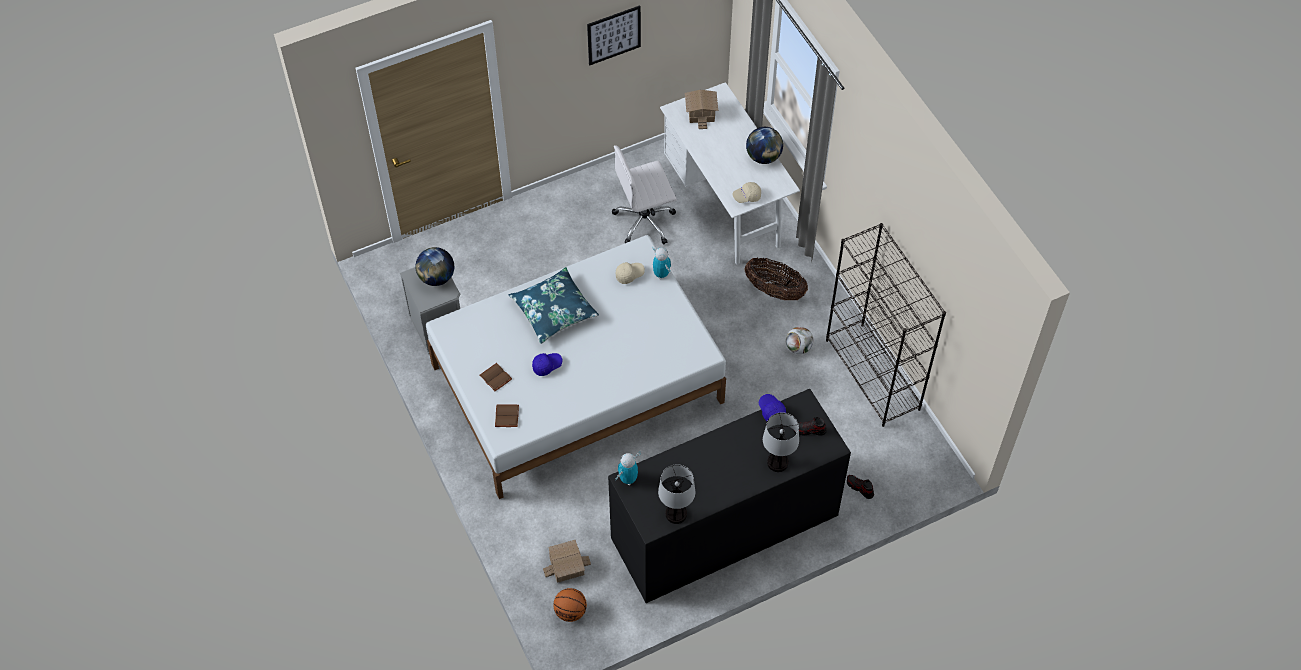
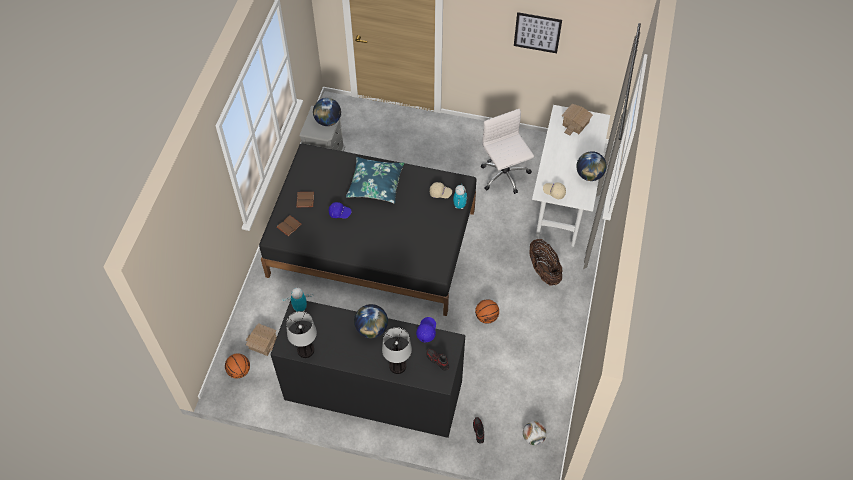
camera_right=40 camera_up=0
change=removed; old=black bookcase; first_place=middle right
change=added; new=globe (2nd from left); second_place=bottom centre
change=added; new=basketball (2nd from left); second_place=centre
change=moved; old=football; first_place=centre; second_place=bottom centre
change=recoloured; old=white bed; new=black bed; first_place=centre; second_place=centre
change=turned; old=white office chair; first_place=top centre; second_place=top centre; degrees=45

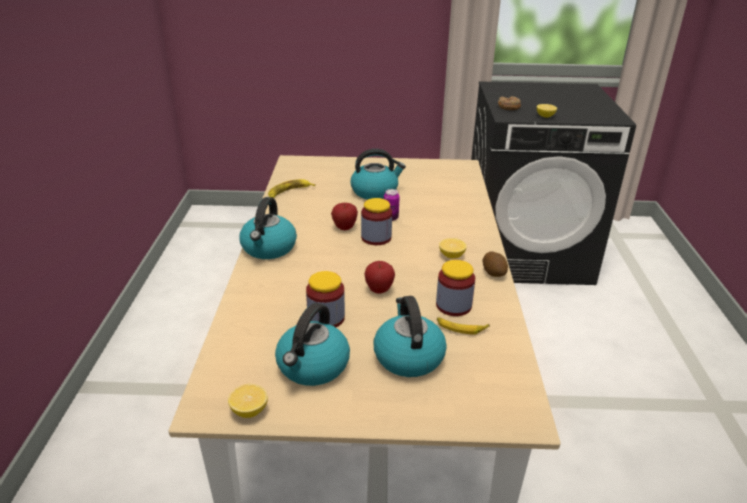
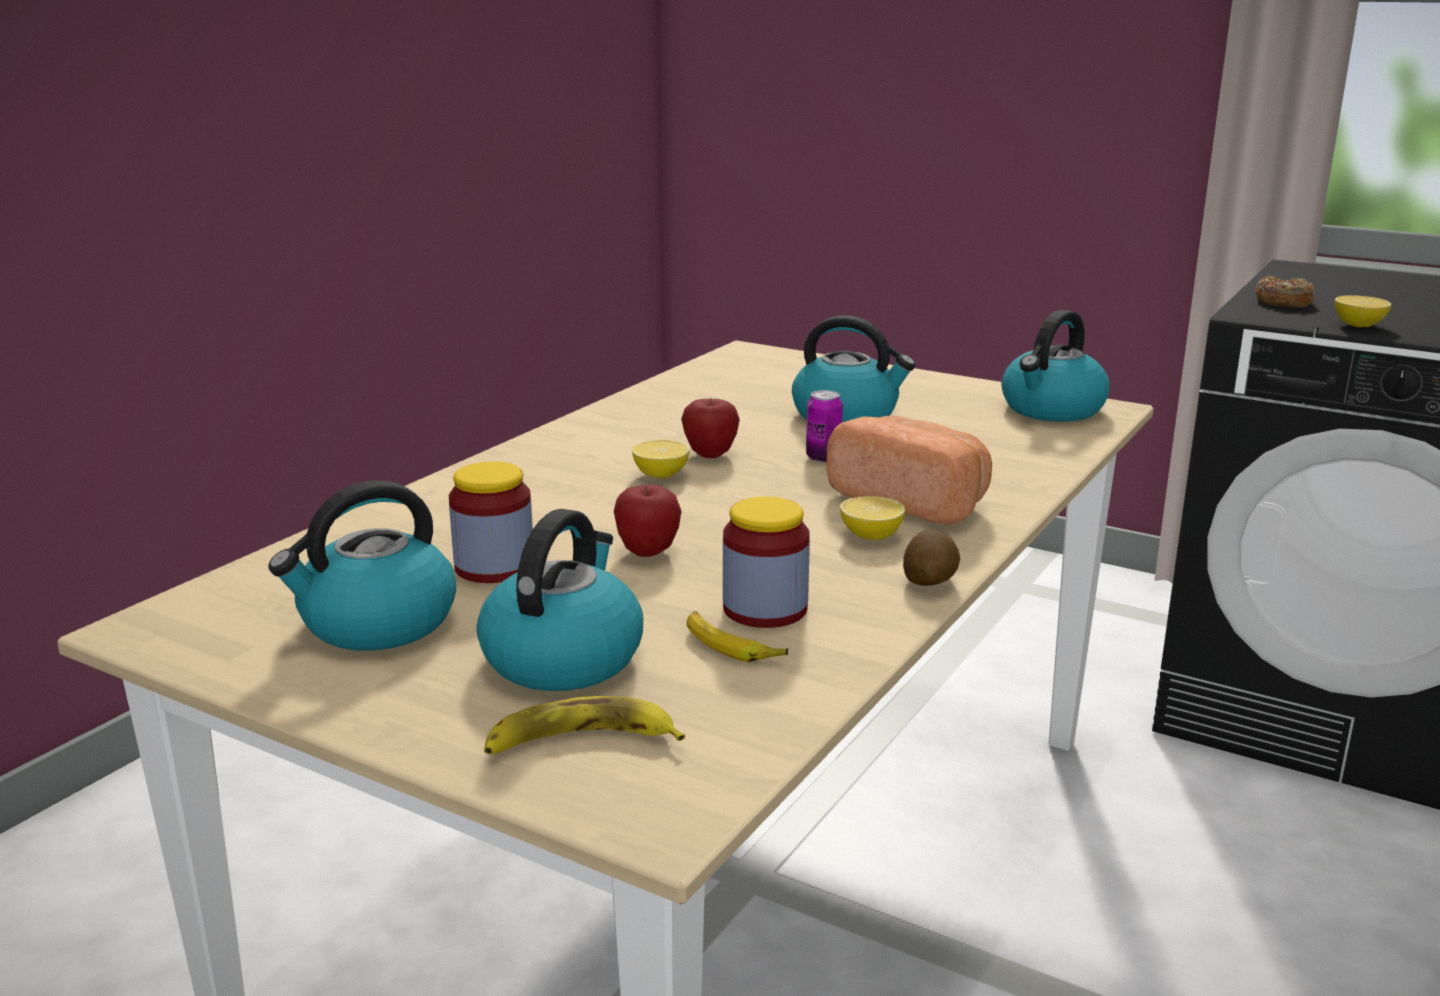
camera_right=30 camera_up=-10
change=removed; old=jar (2nd from left); first_place=centre
change=added; new=bread; second_place=centre
change=moved; old=lemon (1st from left); first_place=bottom left; second_place=centre
change=moved; old=kettle (1st from left in the first image); new=kettle (4th from left); first_place=centre; second_place=middle right
change=moved; old=banana (1st from left); first_place=centre; second_place=bottom centre

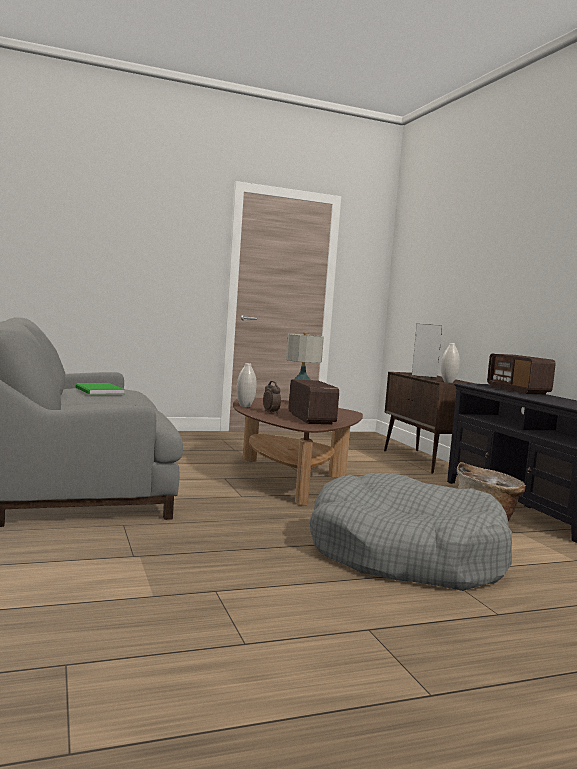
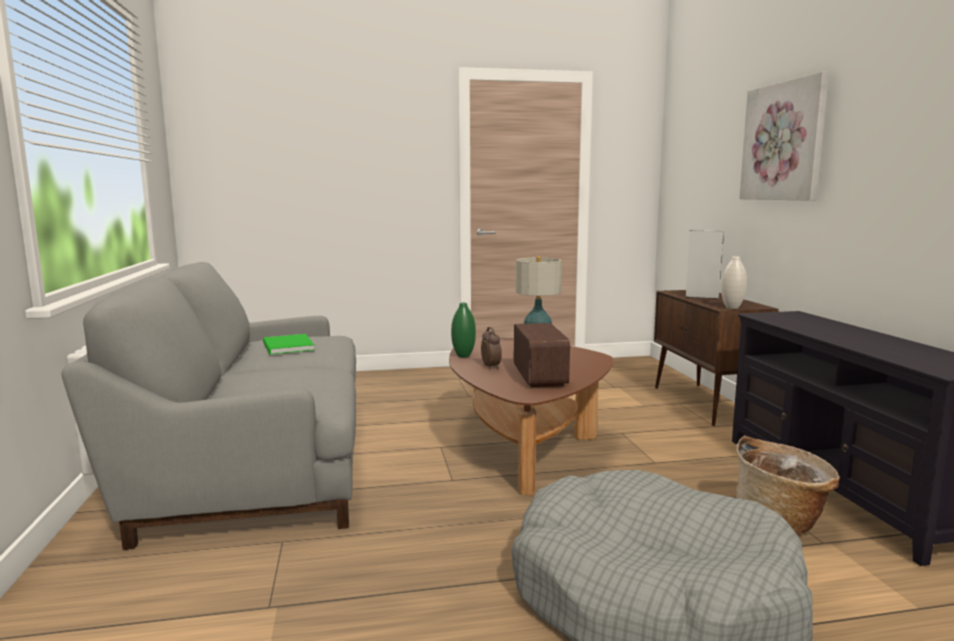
camera_right=10 camera_up=5
change=removed; old=radio (2nd from left); first_place=middle right
change=added; new=picture; second_place=top right
change=recoloured; old=white vase (1st from left); new=green vase; first_place=centre; second_place=centre

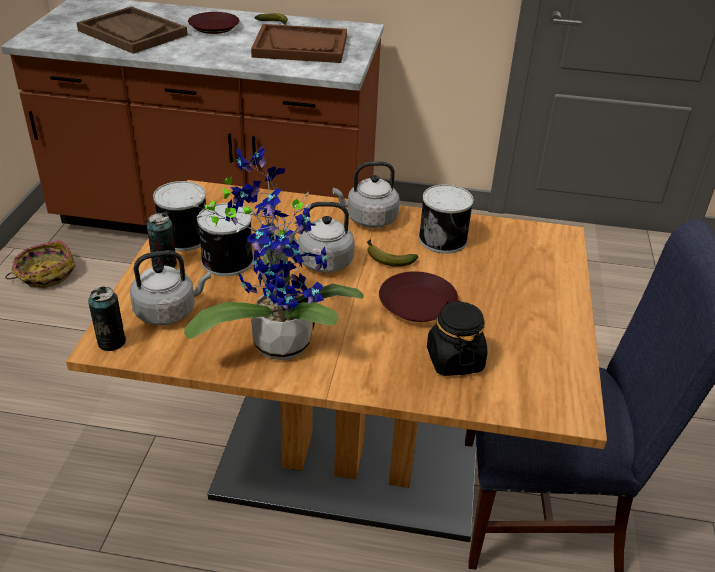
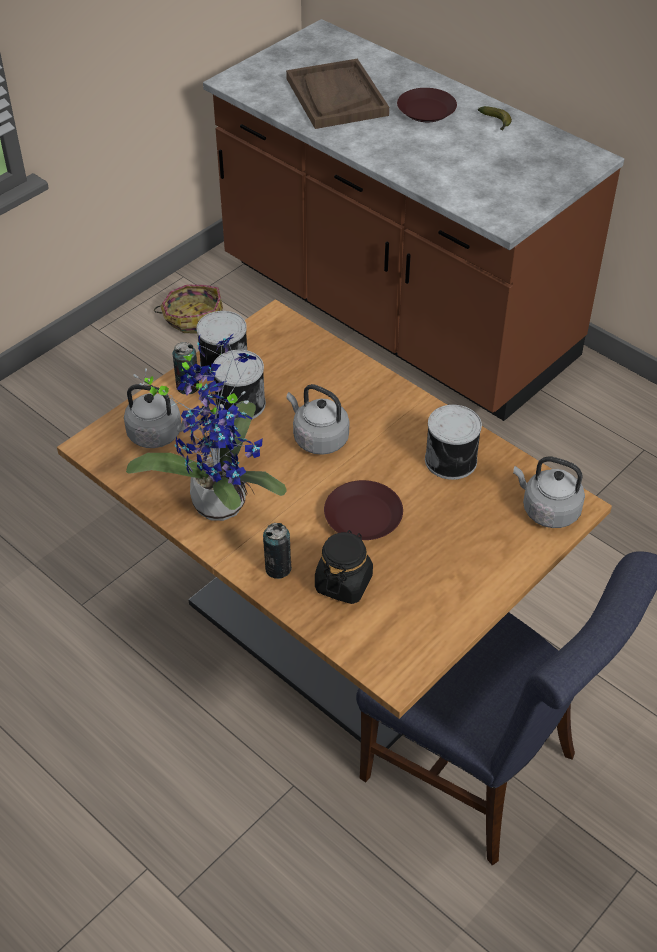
camera_right=35 camera_up=10
change=removed; old=brown tray (2nd from left); first_place=top centre
change=removed; old=banana (2nd from left); first_place=centre
change=moved; old=can (1st from left in the first image); new=can (4th from left); first_place=middle left; second_place=centre
change=moved; old=grey kettle (3rd from left); first_place=centre; second_place=middle right

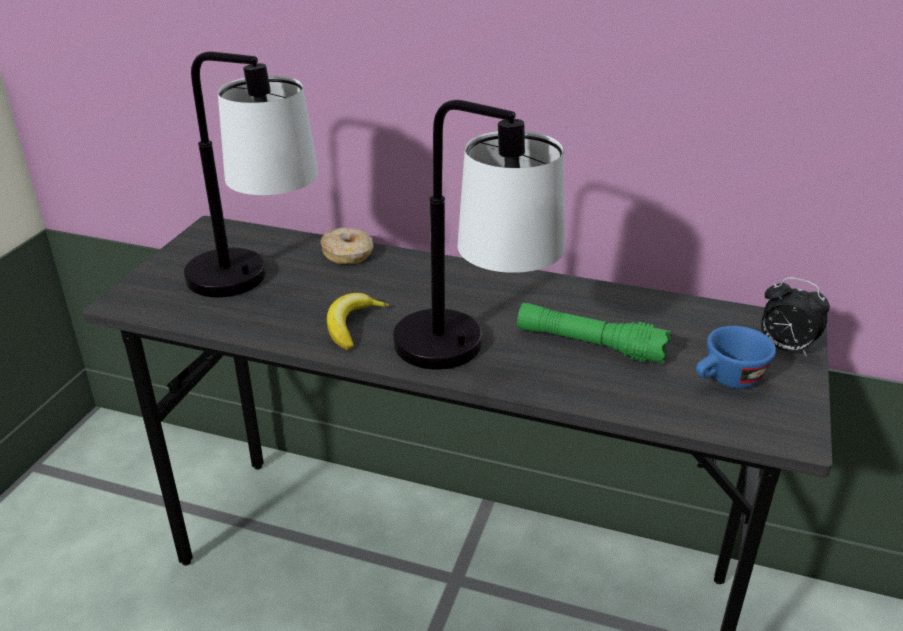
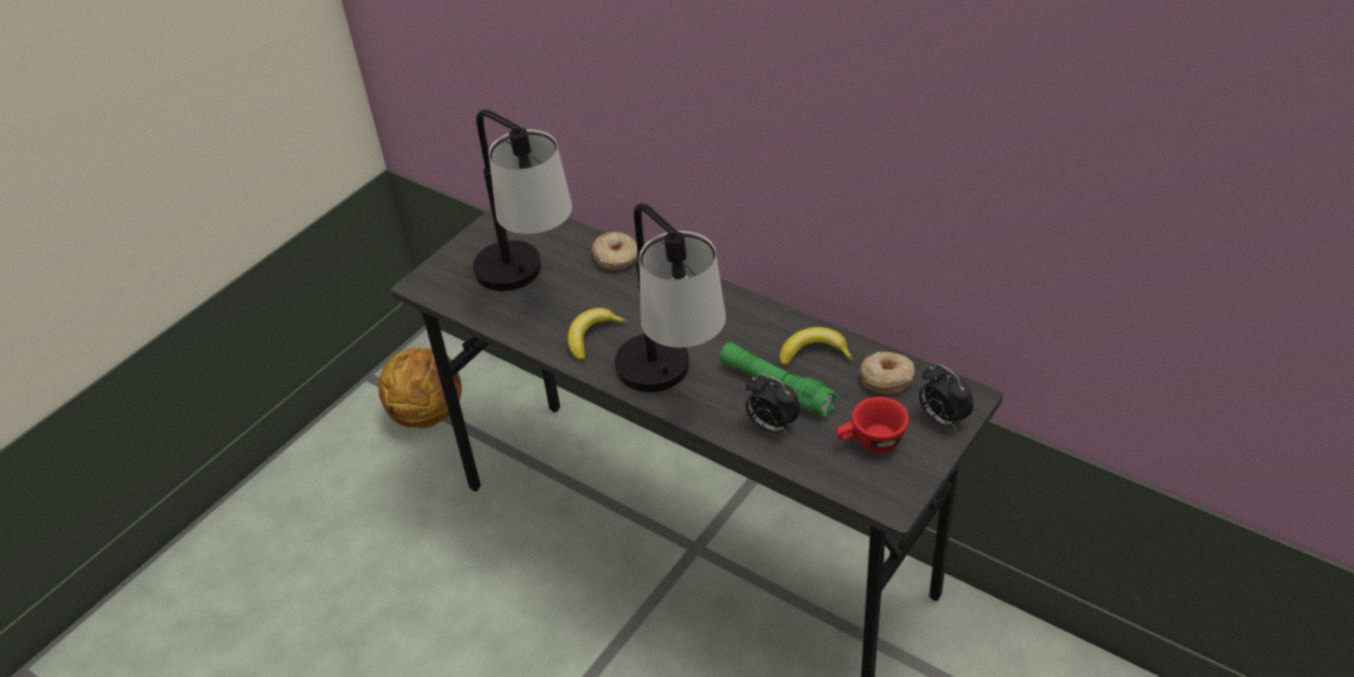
camera_right=20 camera_up=10
change=added; new=basketball; second_place=middle left
change=added; new=alarm clock (1st from left); second_place=centre
change=added; new=banana (2nd from left); second_place=centre
change=added; new=donut (2nd from left); second_place=centre
change=recoloured; old=blue cup; new=red cup; first_place=middle right; second_place=centre

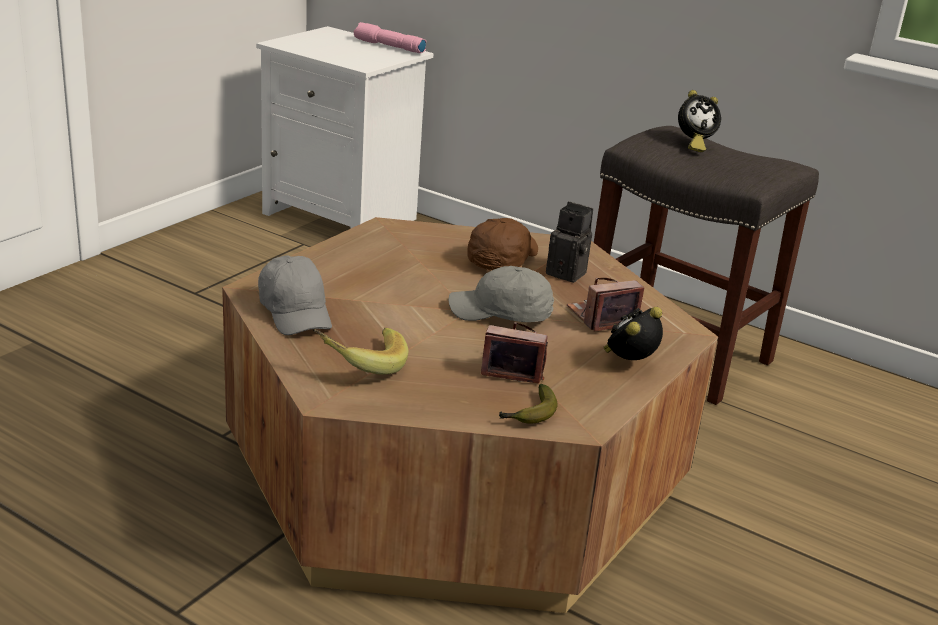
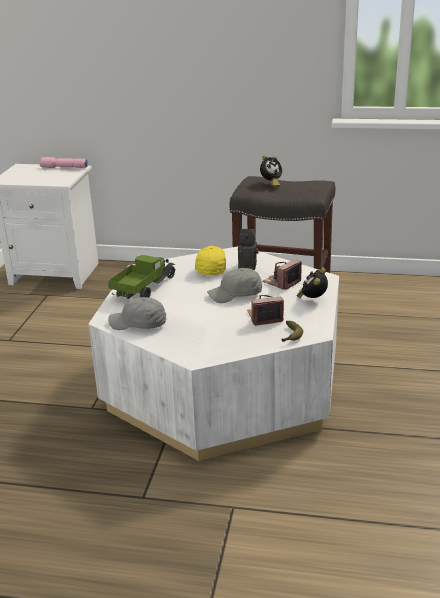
camera_right=-20 camera_up=0
change=removed; old=banana (1st from left); first_place=centre
change=added; new=toy truck; second_place=middle left
change=recoloured; old=brown coffee table; new=white coffee table; first_place=centre; second_place=centre
change=recoloured; old=brown cap; new=yellow cap; first_place=centre; second_place=centre
change=turned; old=grey cap (1st from left); first_place=middle left; second_place=middle left; degrees=150

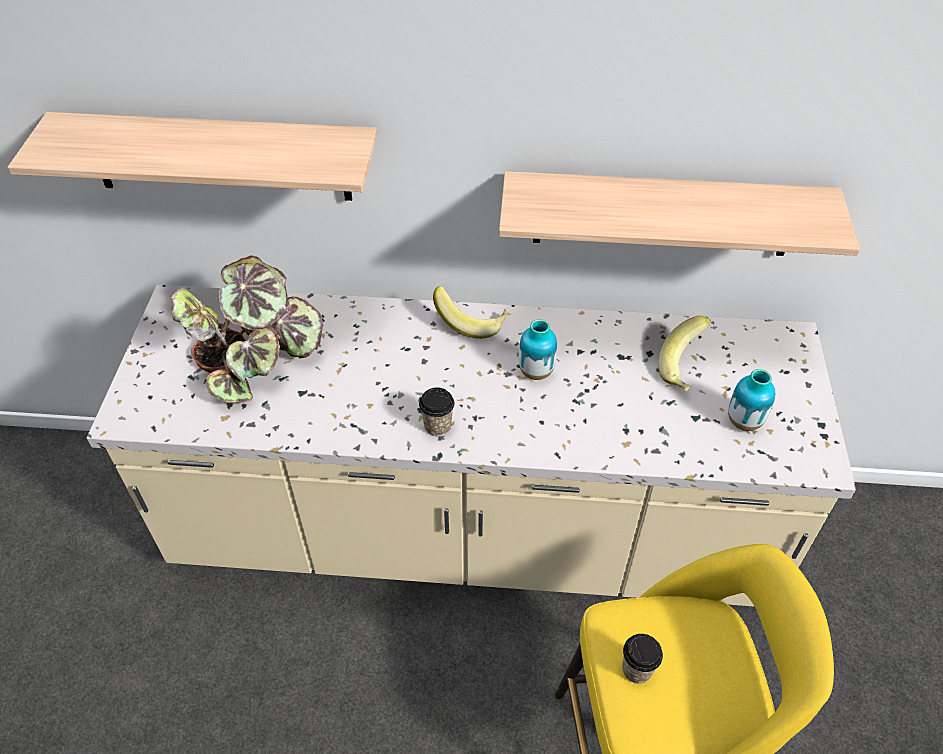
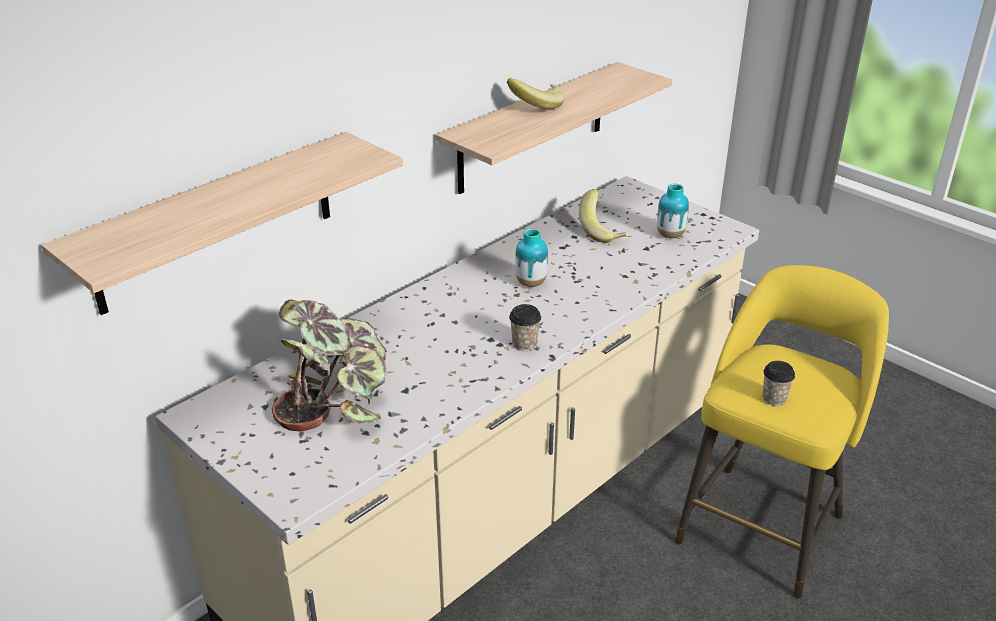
camera_right=-50 camera_up=-15
change=moved; old=banana (1st from left); first_place=centre; second_place=top centre

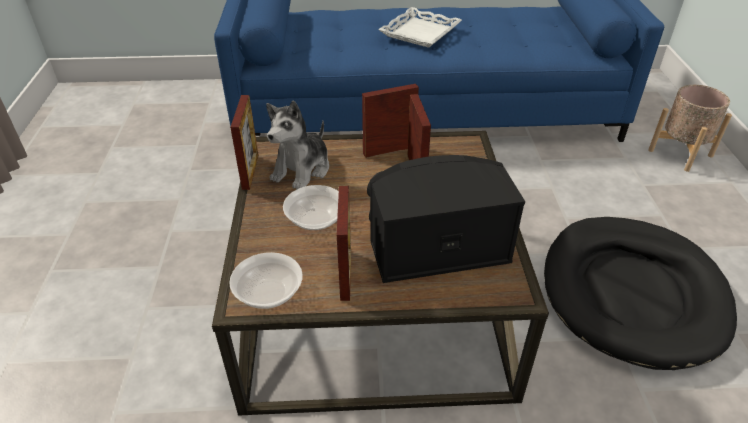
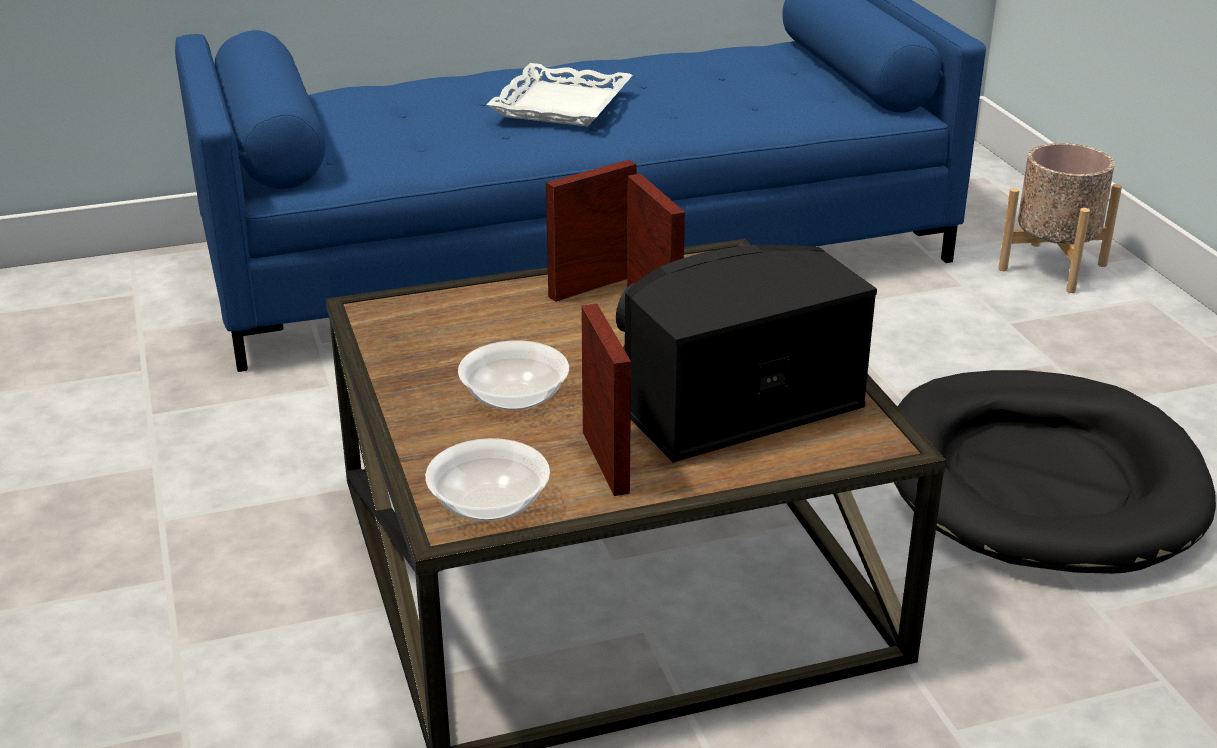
camera_right=-15 camera_up=-10
change=removed; old=picture frame (1st from left); first_place=middle left
change=removed; old=plush toy; first_place=centre

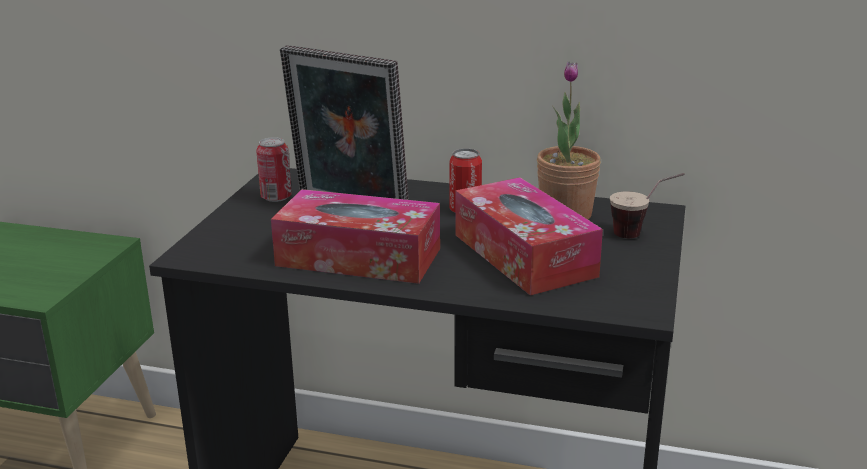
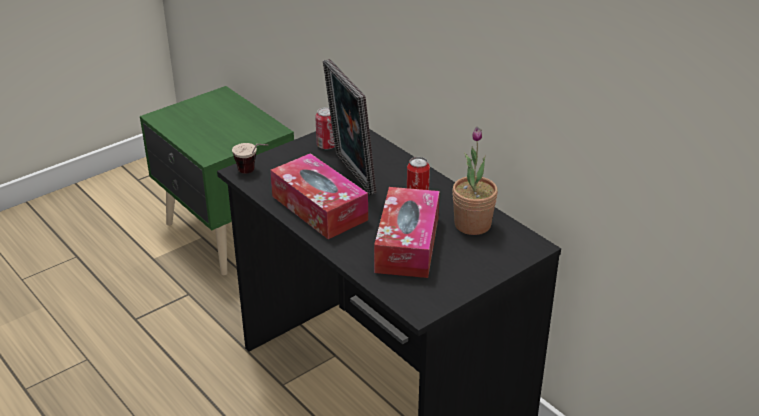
camera_right=35 camera_up=10
change=moved; old=cup; first_place=middle right; second_place=middle left

